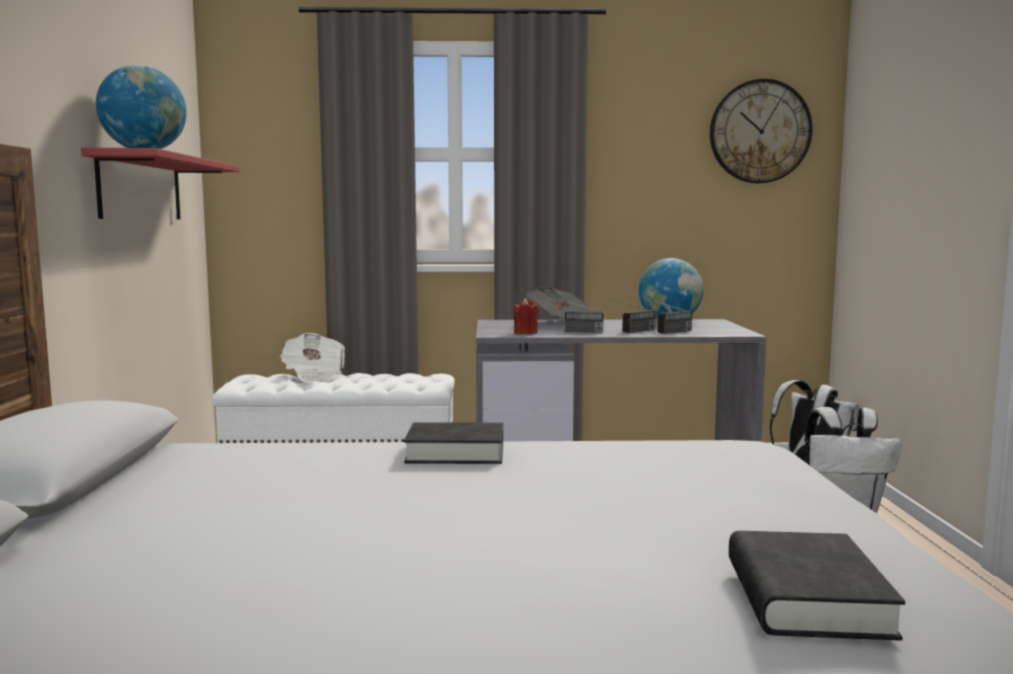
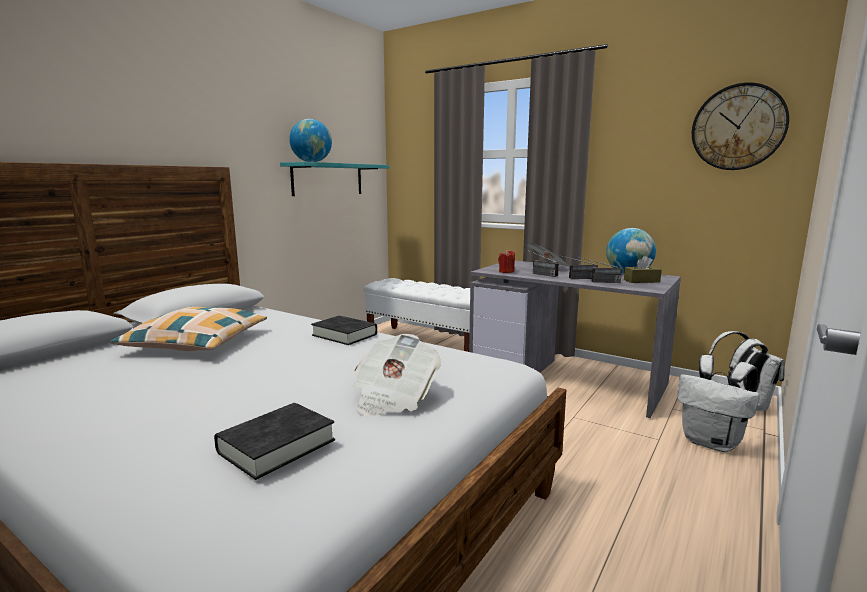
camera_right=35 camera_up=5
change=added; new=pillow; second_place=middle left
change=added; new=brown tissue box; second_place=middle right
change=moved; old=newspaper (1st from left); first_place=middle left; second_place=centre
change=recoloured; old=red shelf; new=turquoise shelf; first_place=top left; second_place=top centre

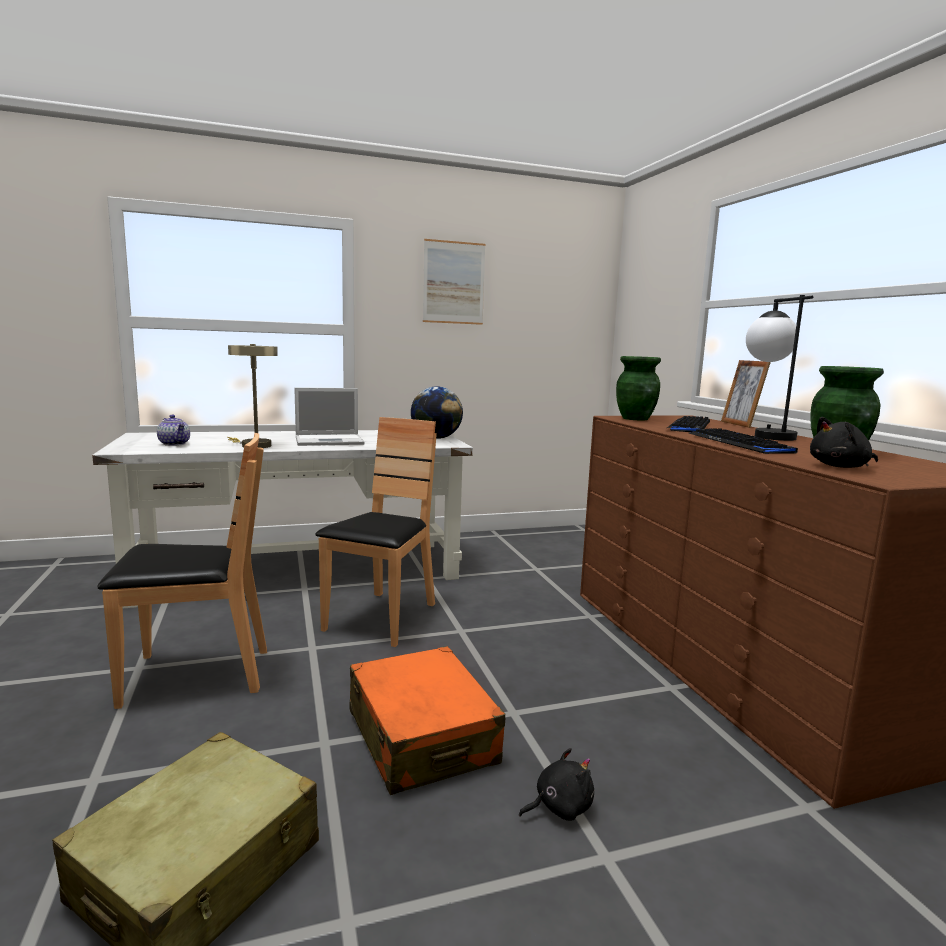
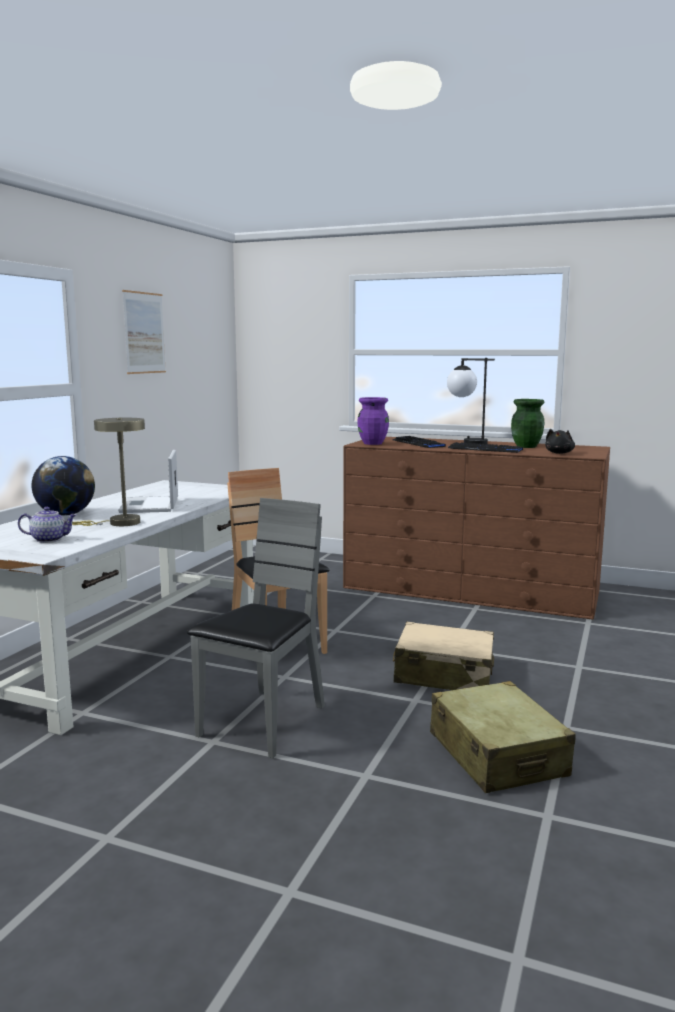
camera_right=-50 camera_up=0
change=removed; old=black plush toy (1st from left); first_place=bottom centre
change=removed; old=picture frame; first_place=middle right
change=moved; old=globe; first_place=centre; second_place=middle left
change=recoloured; old=brown chair (1st from left); new=grey chair; first_place=middle left; second_place=centre
change=recoloured; old=orange suitcase; new=beige suitcase (1st from left); first_place=bottom centre; second_place=centre
change=recoloured; old=green vase (1st from left); new=purple vase; first_place=middle right; second_place=centre
change=turned; old=laptop; first_place=centre; second_place=middle left; degrees=150

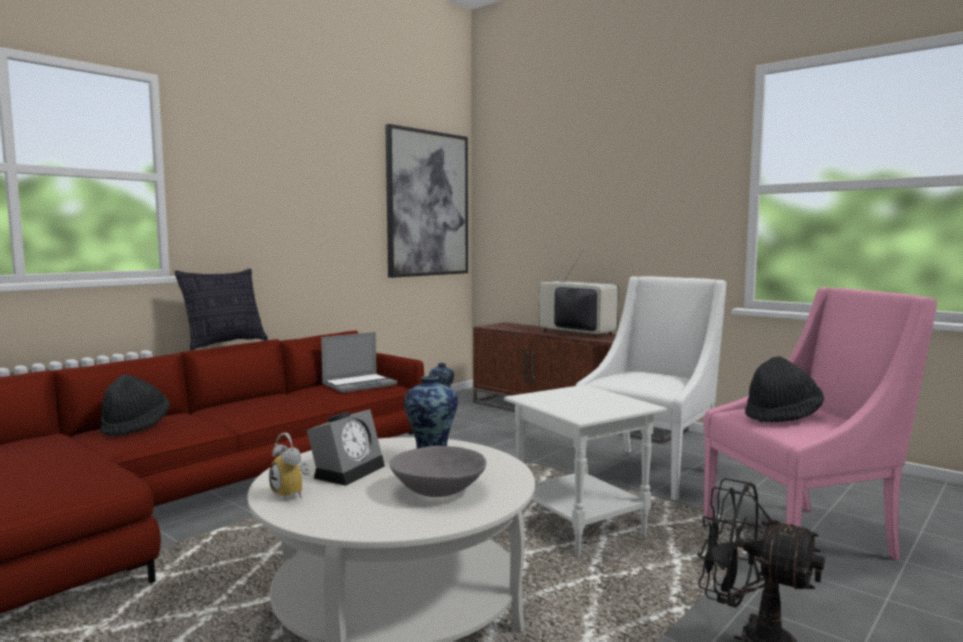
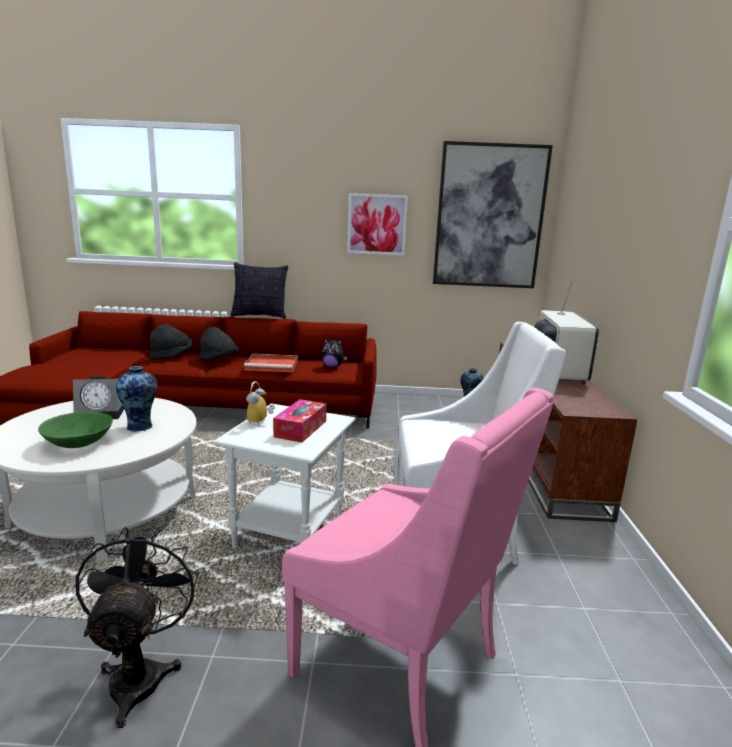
camera_right=50 camera_up=10
change=added; new=red tray; second_place=centre
change=added; new=tissue box; second_place=centre
change=added; new=picture (1st from left); second_place=top centre
change=moved; old=alarm clock (1st from left in the first image); new=alarm clock (2nd from left); first_place=bottom left; second_place=centre
change=moved; old=black hat (2nd from left); first_place=middle right; second_place=middle left
change=replaced; old=laptop; new=plush toy; first_place=centre; second_place=centre
change=recoloured; old=grey bowl; new=green bowl; first_place=bottom centre; second_place=middle left

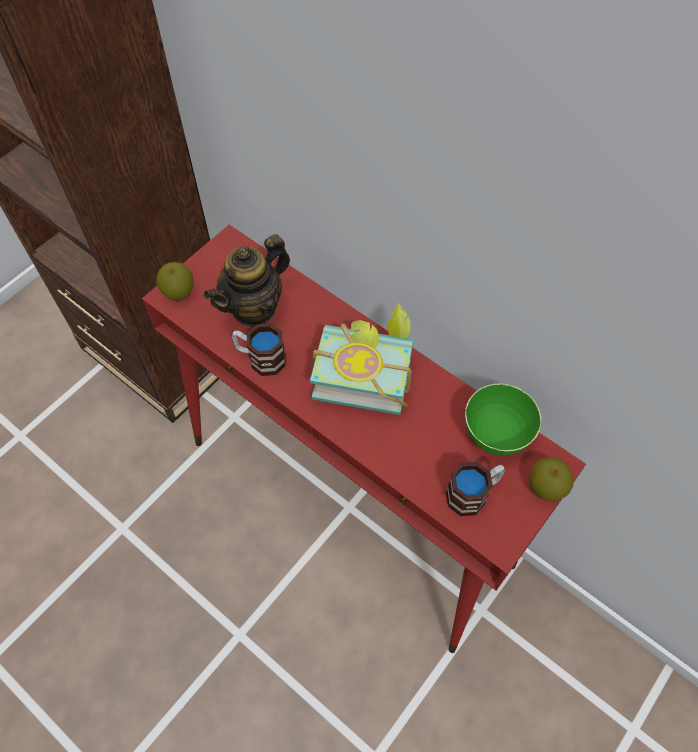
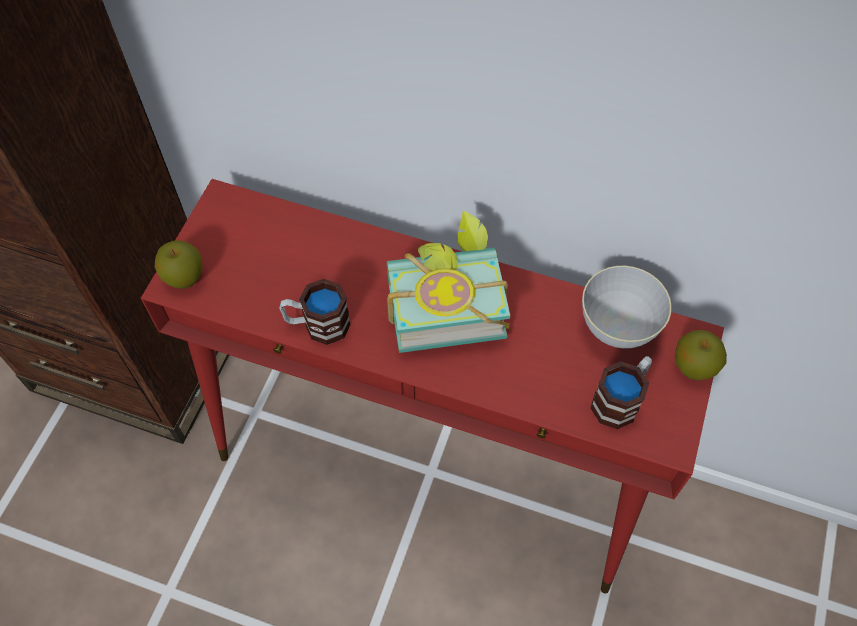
camera_right=-20 camera_up=0
change=removed; old=teapot; first_place=centre
change=recoloured; old=green bowl; new=grey bowl; first_place=middle right; second_place=middle right

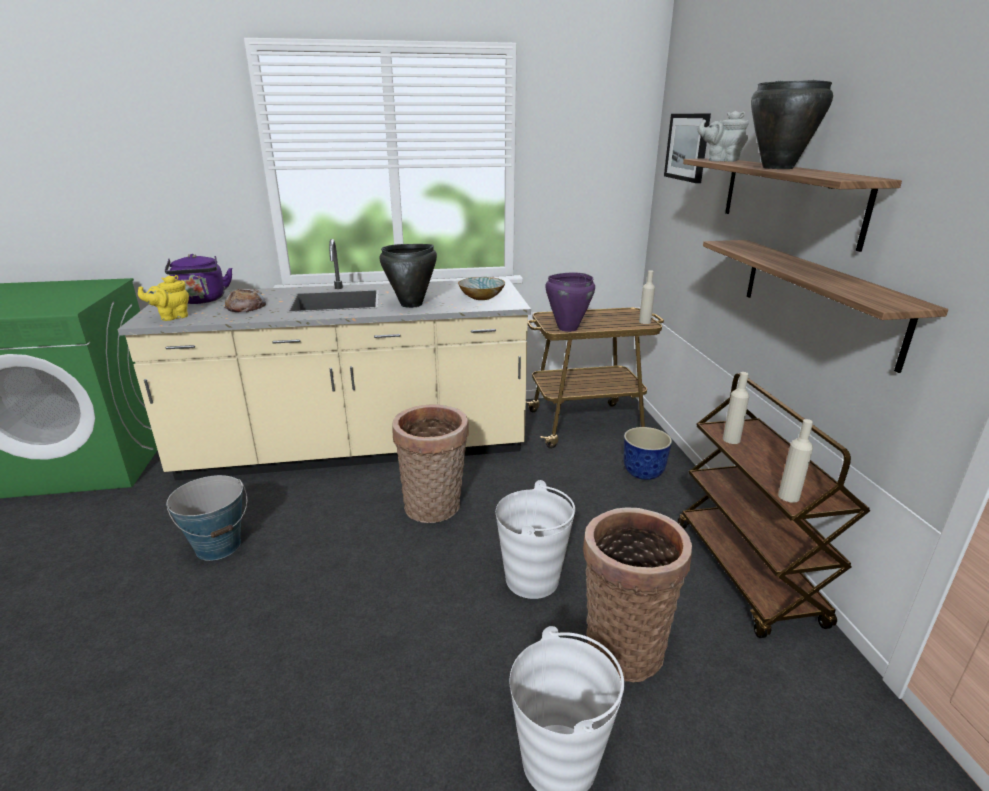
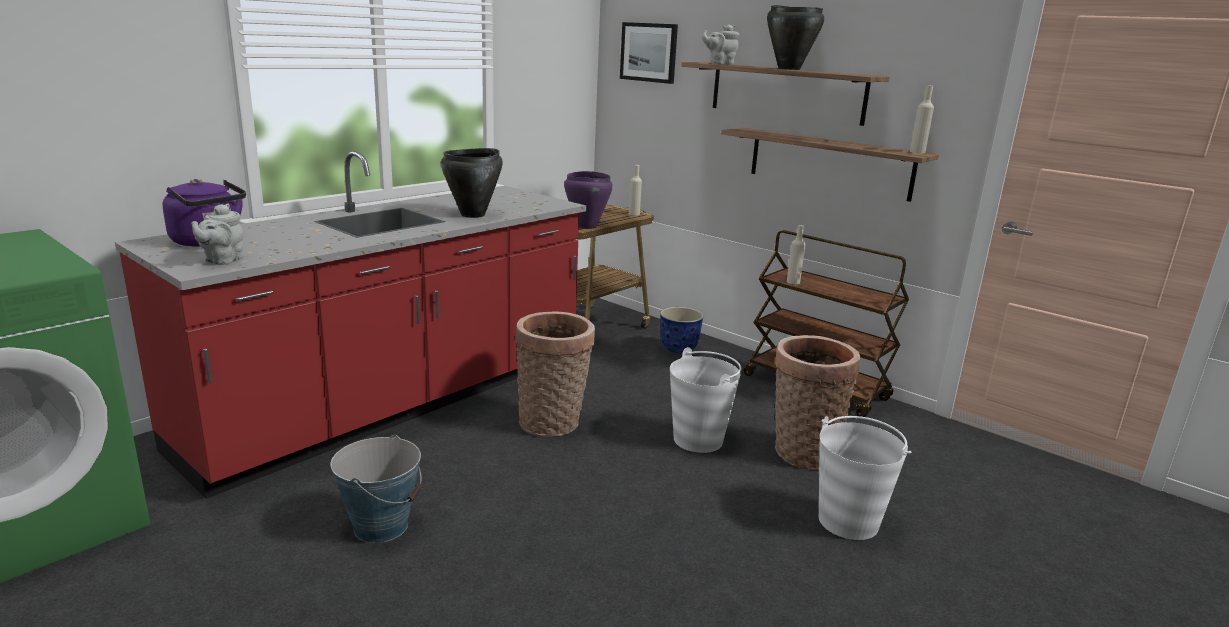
camera_right=-40 camera_up=-5
change=removed; old=bread; first_place=middle left
change=removed; old=bowl; first_place=centre
change=moved; old=beige bottle (3rd from left); first_place=middle right; second_place=top right
change=recoloured; old=beige counter; new=red counter; first_place=middle left; second_place=middle left
change=recoloured; old=yellow teapot; new=grey teapot (1st from left); first_place=middle left; second_place=middle left

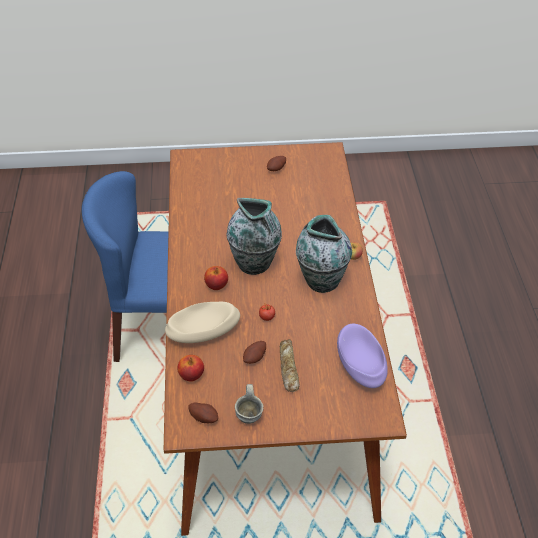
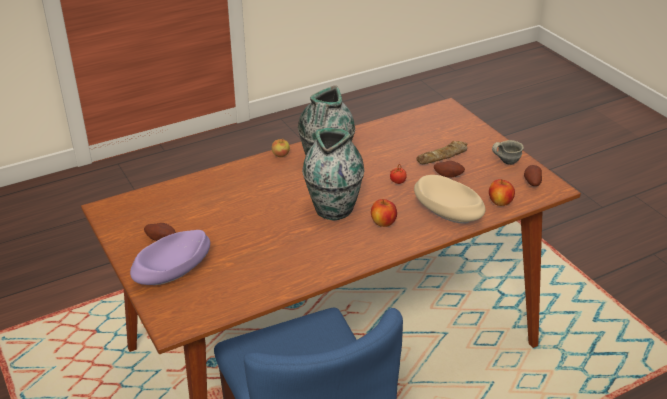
camera_right=-115 camera_up=-10
change=moved; old=purple bowl; first_place=middle right; second_place=middle left

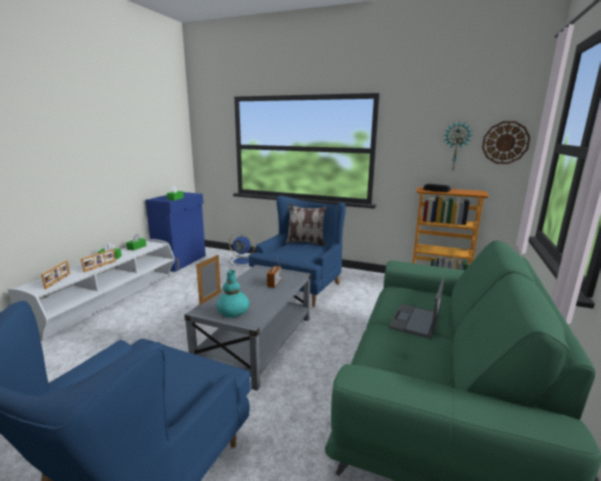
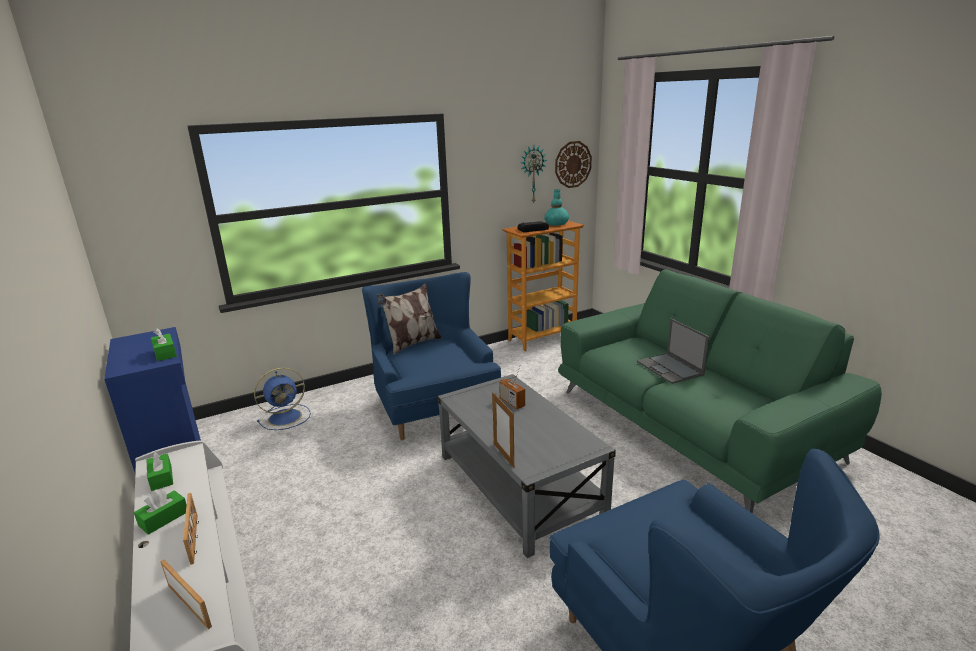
camera_right=-50 camera_up=5
change=moved; old=turquoise vase; first_place=centre; second_place=top centre

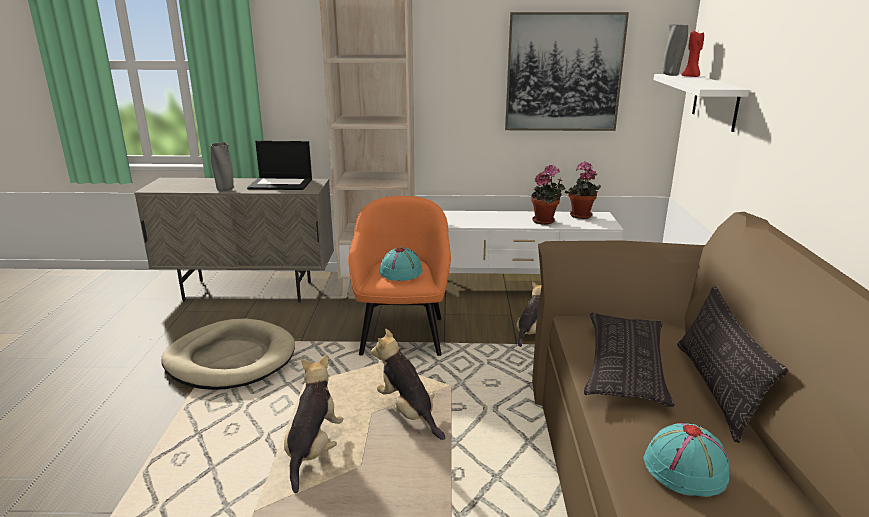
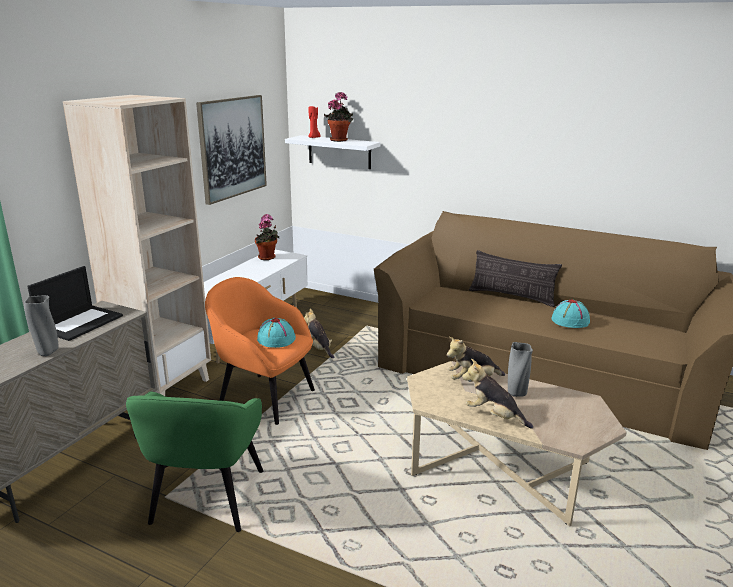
camera_right=-65 camera_up=0
change=removed; old=pillow (1st from left); first_place=bottom right
change=moved; old=potted plant (1st from left in the first image); new=potted plant (2nd from left); first_place=centre; second_place=top centre
change=moved; old=grey vase (2nd from left); first_place=top right; second_place=middle right
change=replaced; old=beige dog bed; new=green armchair; first_place=bottom left; second_place=bottom left

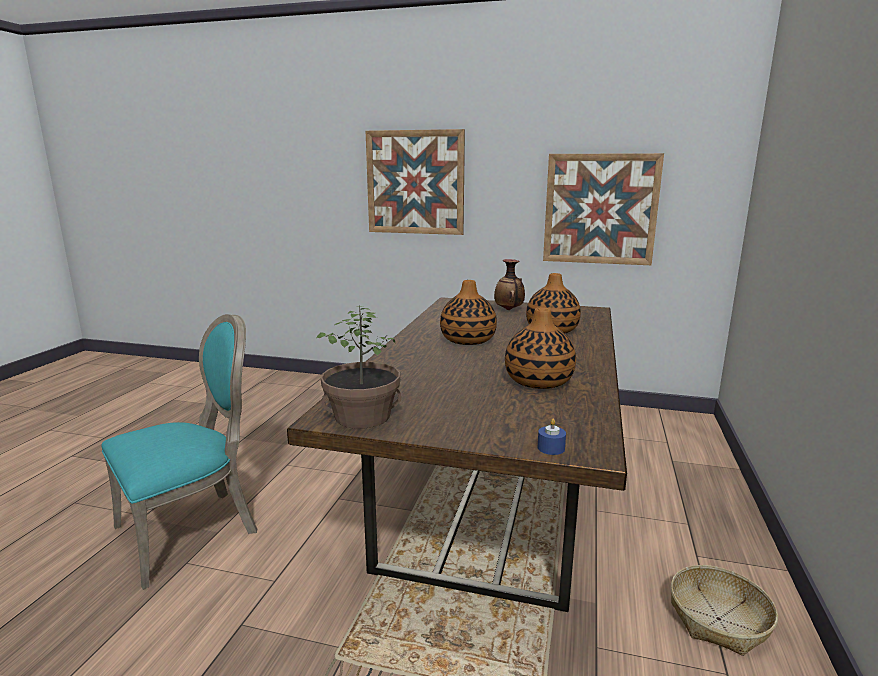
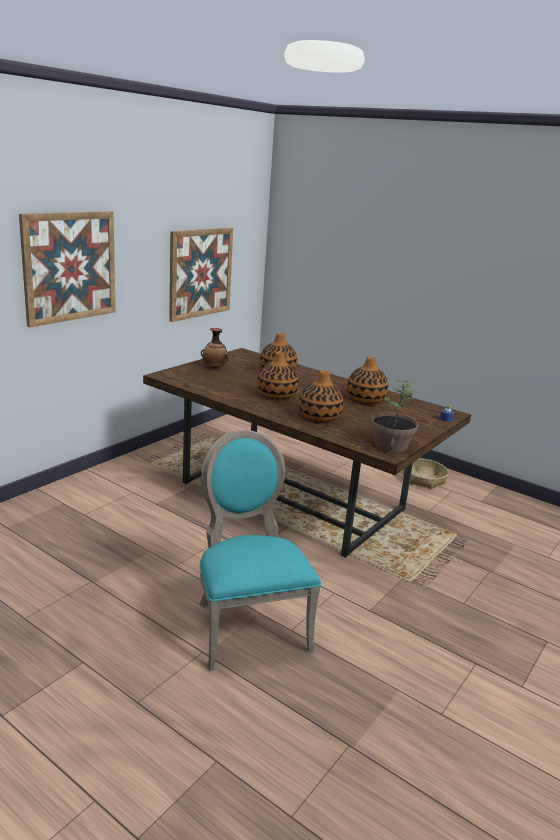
camera_right=-70 camera_up=5
change=added; new=vase (4th from left); second_place=centre

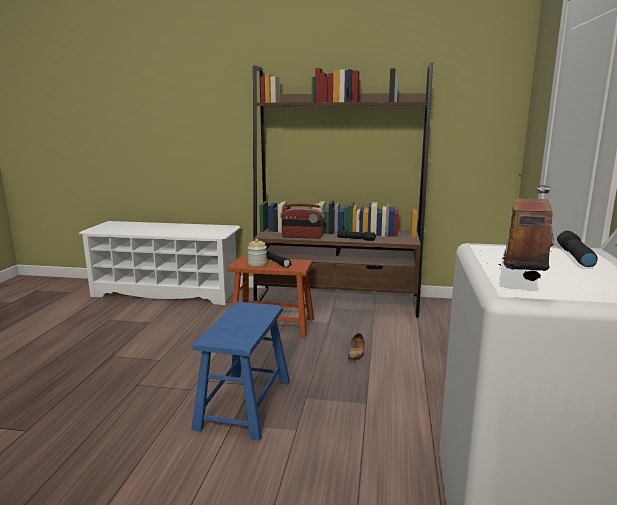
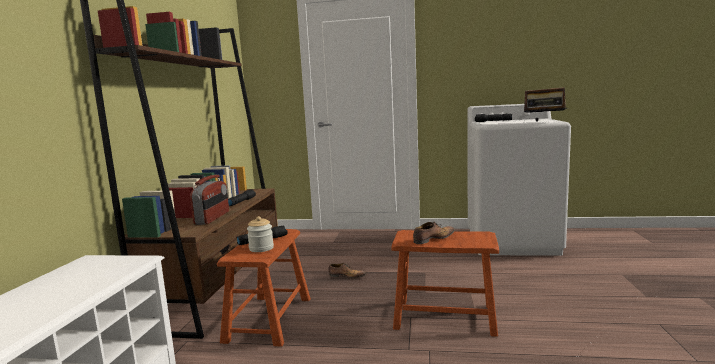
camera_right=-90 camera_up=-5
change=added; new=shoe (2nd from left); second_place=centre
change=recoloured; old=blue stool; new=brown stool (2nd from left); first_place=bottom centre; second_place=bottom centre

